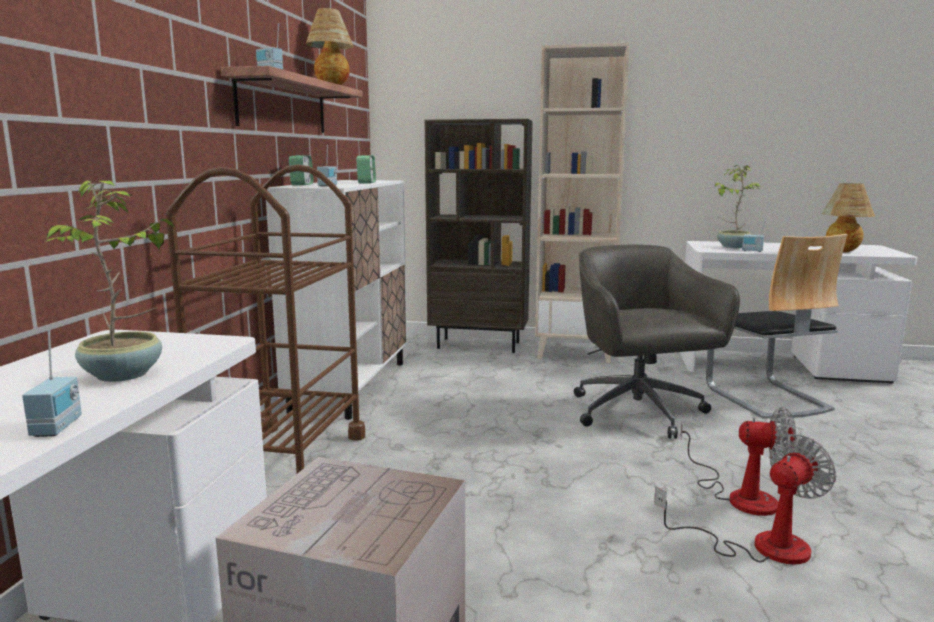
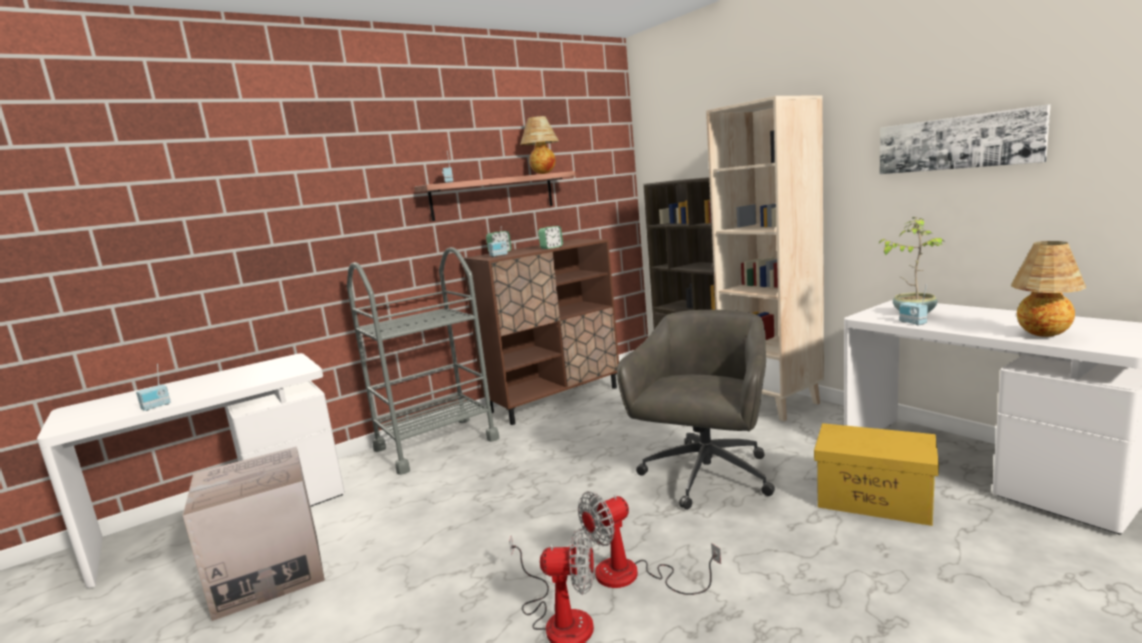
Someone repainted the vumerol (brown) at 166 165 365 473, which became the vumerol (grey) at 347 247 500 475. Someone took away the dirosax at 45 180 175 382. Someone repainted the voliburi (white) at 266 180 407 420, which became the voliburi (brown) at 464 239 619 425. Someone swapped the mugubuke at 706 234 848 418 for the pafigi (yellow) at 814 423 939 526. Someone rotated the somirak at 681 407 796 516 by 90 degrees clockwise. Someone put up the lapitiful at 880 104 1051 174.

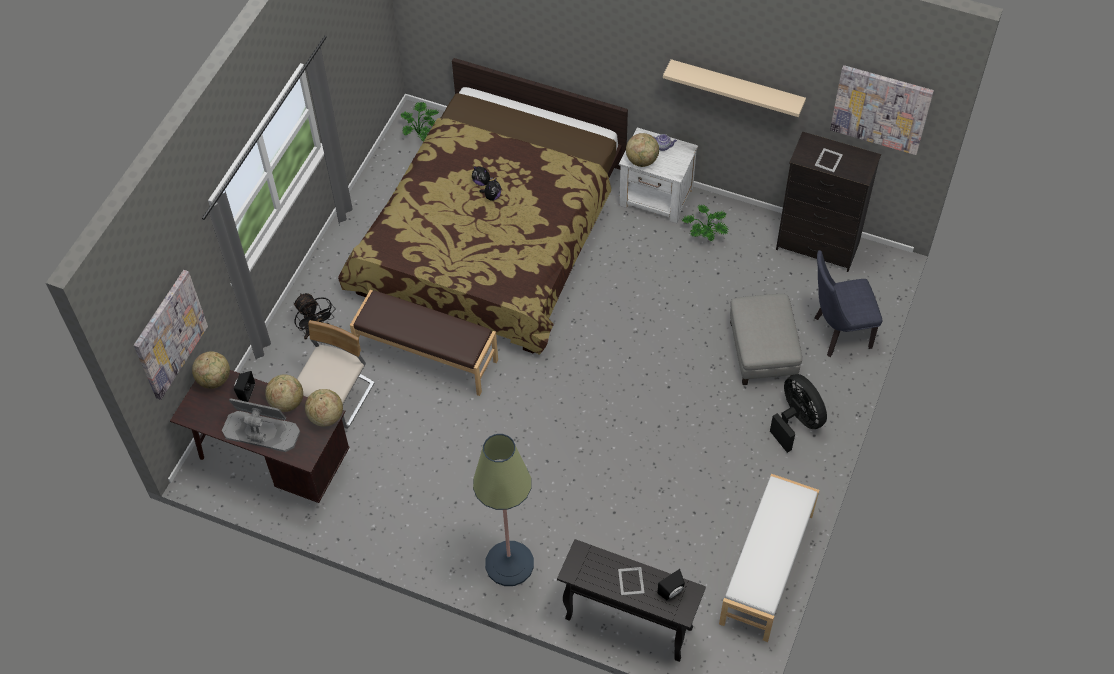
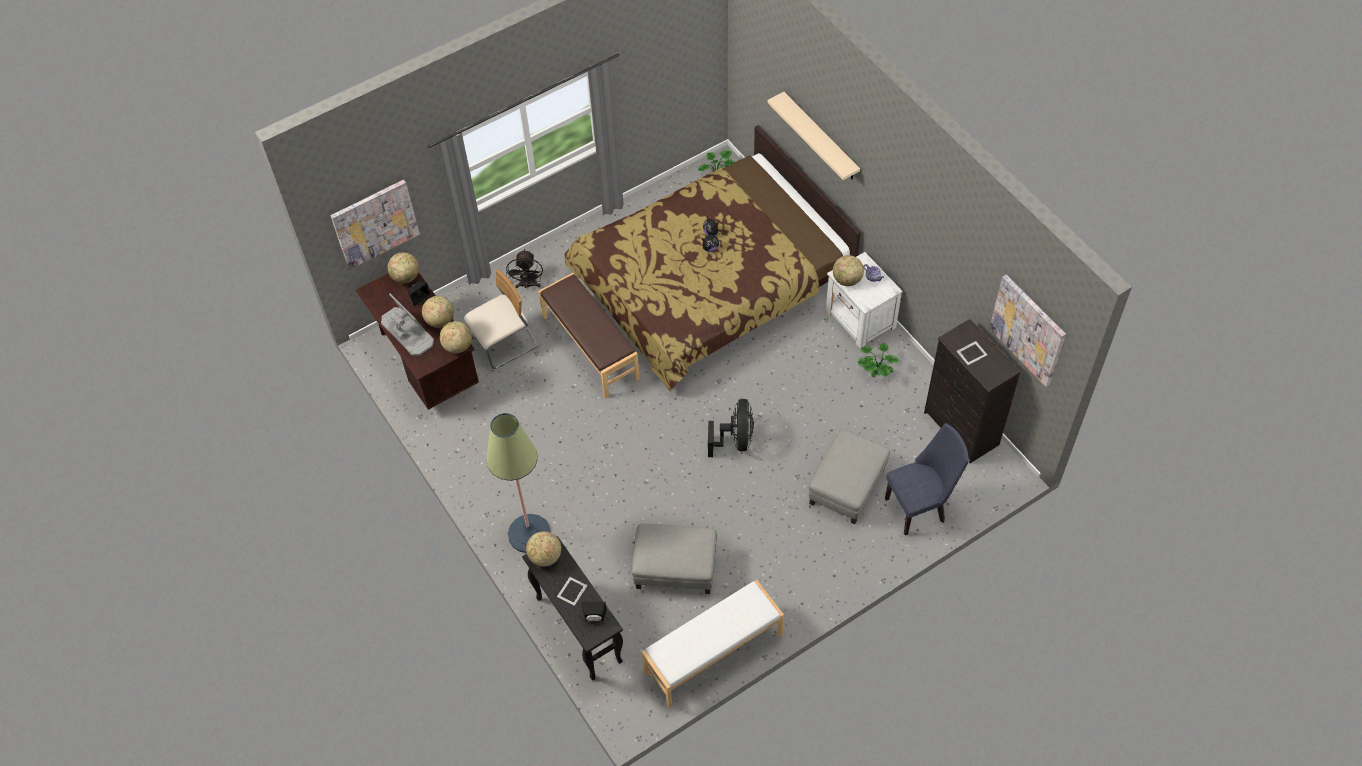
Someone carried the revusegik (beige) from 663 59 806 117 to 767 92 860 180. Someone rotated the mugubuke (blue) at 814 250 882 357 by 135 degrees clockwise. Someone carried the somirak (black) from 770 374 827 453 to 708 399 754 457. Someone put down the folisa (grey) at 632 524 717 594. Someone put down the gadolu at 526 531 561 567.

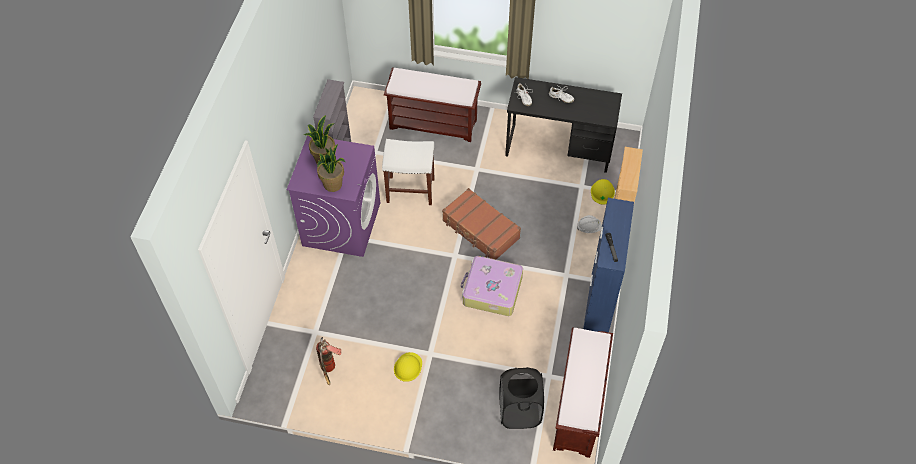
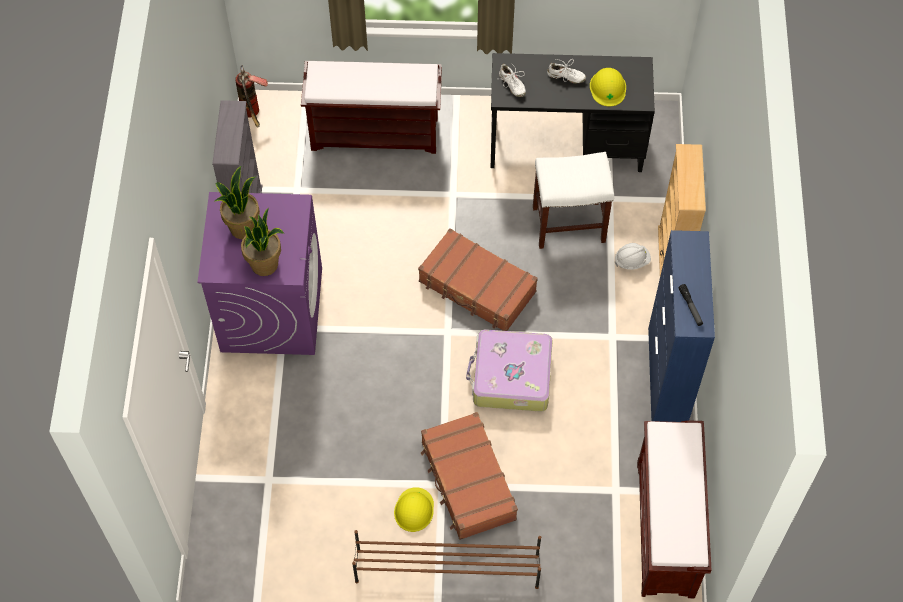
Someone carried the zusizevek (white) from 382 139 434 205 to 533 152 614 249. Someone carried the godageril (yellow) from 591 179 615 204 to 590 68 626 106. Someone carried the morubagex from 316 337 342 385 to 235 65 268 128. Someone took away the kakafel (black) at 500 367 544 429. Someone put down the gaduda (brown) at 421 412 518 540. Someone put down the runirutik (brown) at 352 530 541 589.

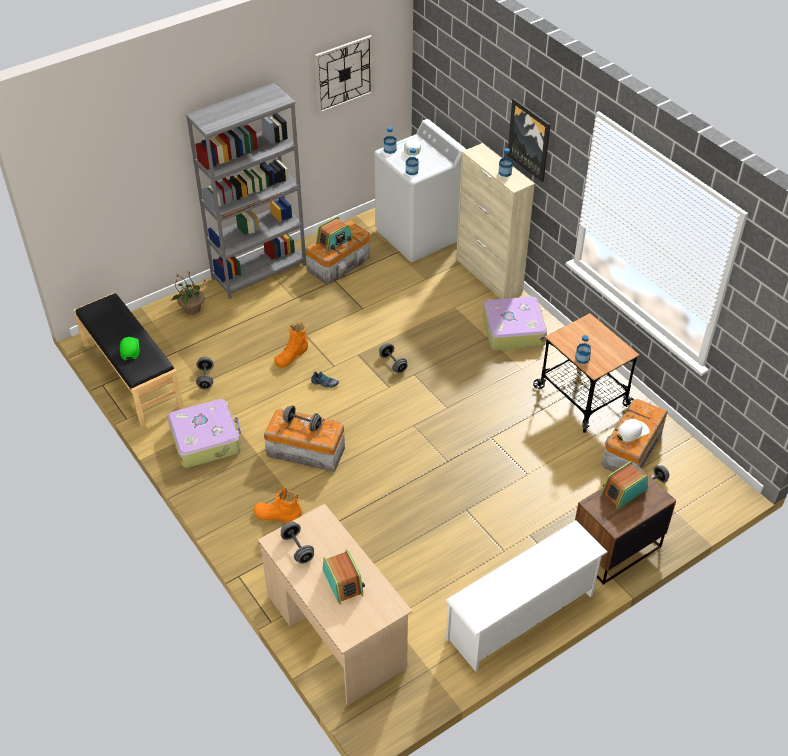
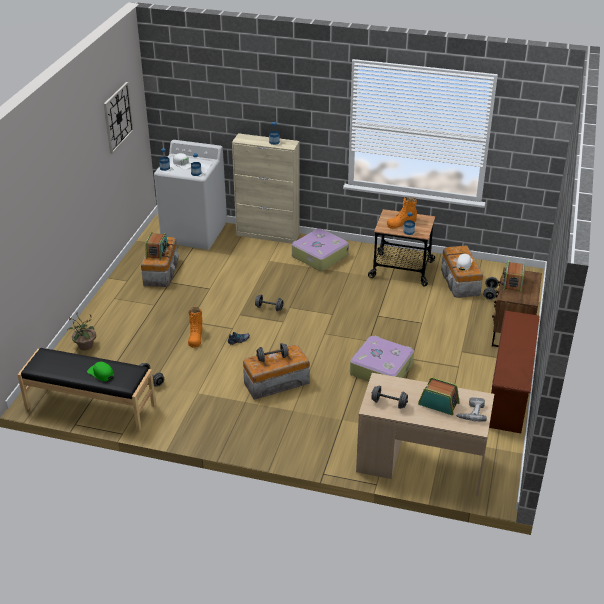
Someone took away the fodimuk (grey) at 186 83 306 299. Someone took away the lapitiful at 507 98 550 182. Someone carried the gaduda from 167 399 241 468 to 350 336 414 382. Someone carried the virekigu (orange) from 254 488 302 523 to 387 197 417 229. Someone repainted the runirutik (white) at 445 520 608 672, which became the runirutik (brown) at 489 310 539 433. Someone put down the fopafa at 456 397 487 422.

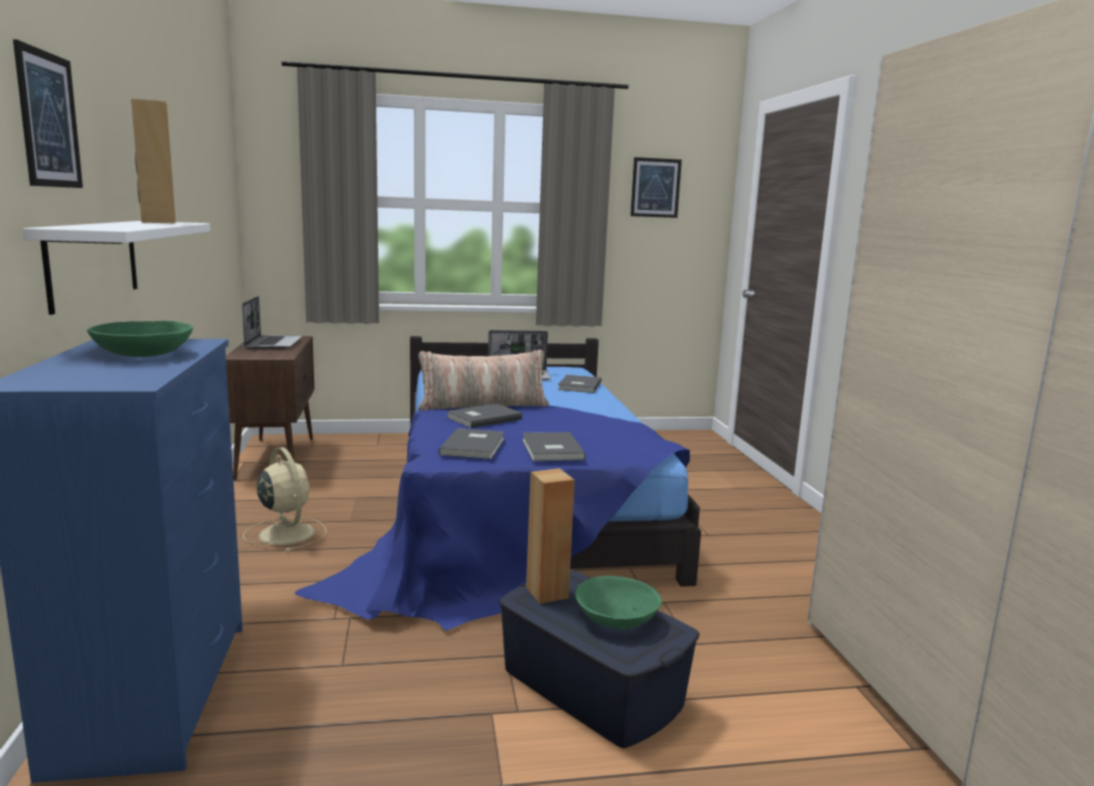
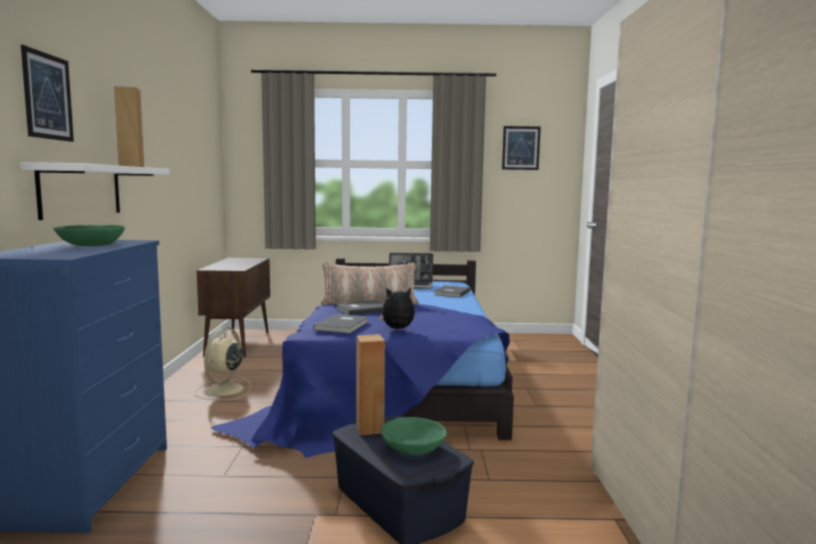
Someone took away the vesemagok at 242 296 302 349. Someone swapped the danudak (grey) at 522 432 586 461 for the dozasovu at 379 287 415 329. Someone rotated the somirak (beige) at 243 447 327 552 by 135 degrees counterclockwise.

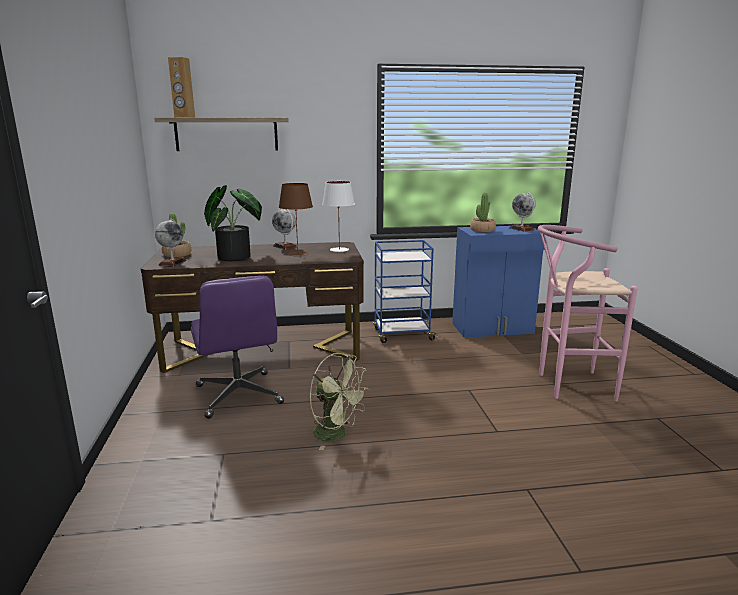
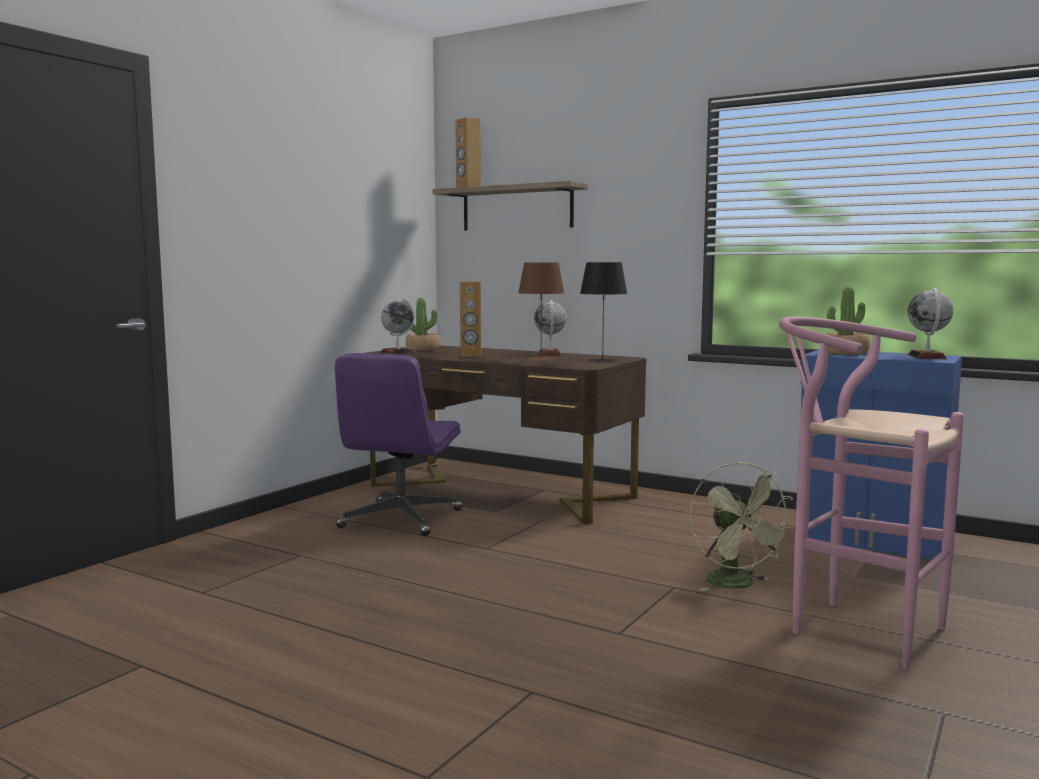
Someone repainted the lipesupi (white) at 322 181 355 252, which became the lipesupi (black) at 580 262 627 362. Someone swapped the dirosax at 204 185 262 261 for the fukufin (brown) at 460 281 481 357. Someone took away the vumerol (blue) at 373 240 438 343. Someone carried the somirak (green) from 310 353 369 450 to 690 462 794 591.

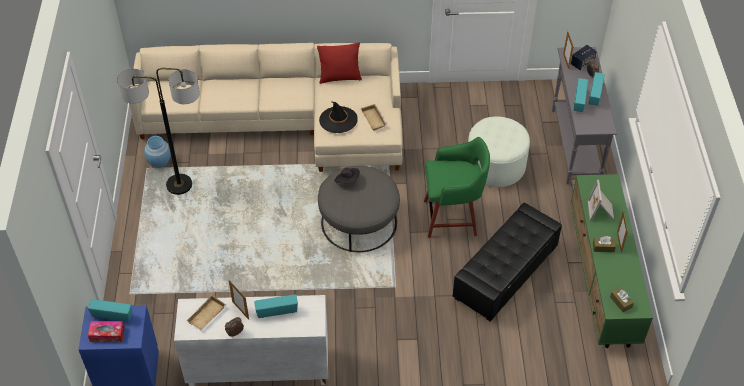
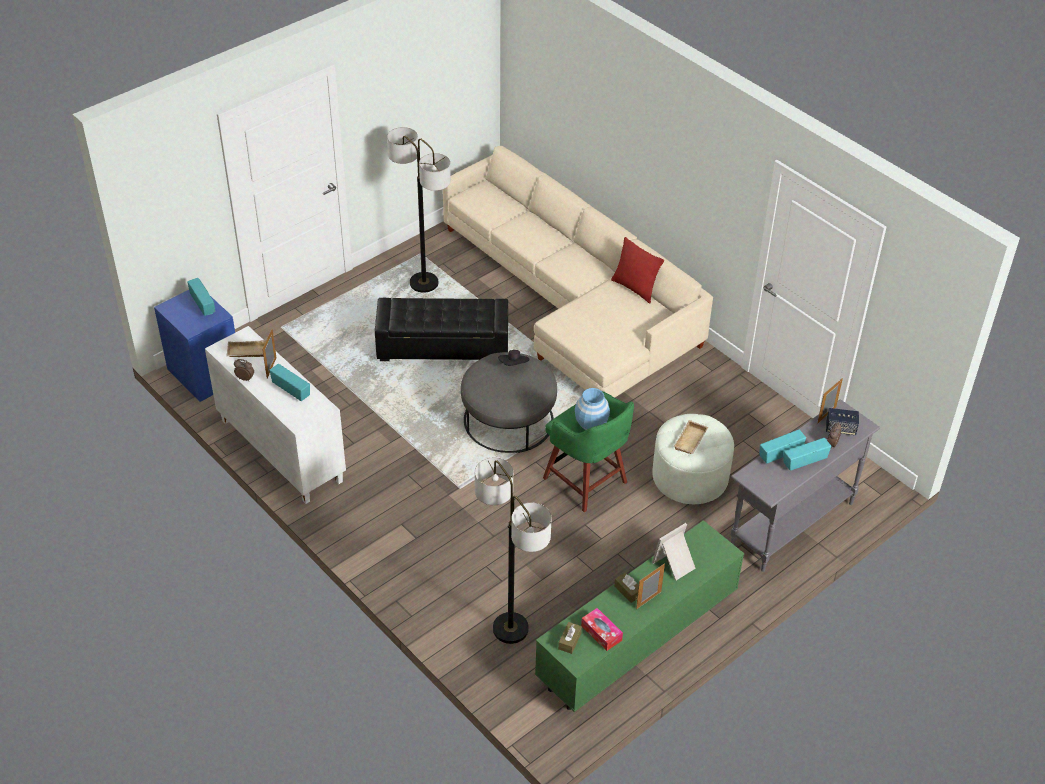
Someone took away the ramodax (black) at 319 102 358 133. Someone carried the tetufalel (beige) from 360 104 387 131 to 674 420 708 454. Someone carried the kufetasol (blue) from 144 136 171 168 to 575 388 610 430. Someone carried the folisa (black) from 453 203 562 321 to 375 298 508 361. Someone carried the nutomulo from 88 321 125 342 to 581 608 623 651. Someone put down the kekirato at 475 458 551 644.

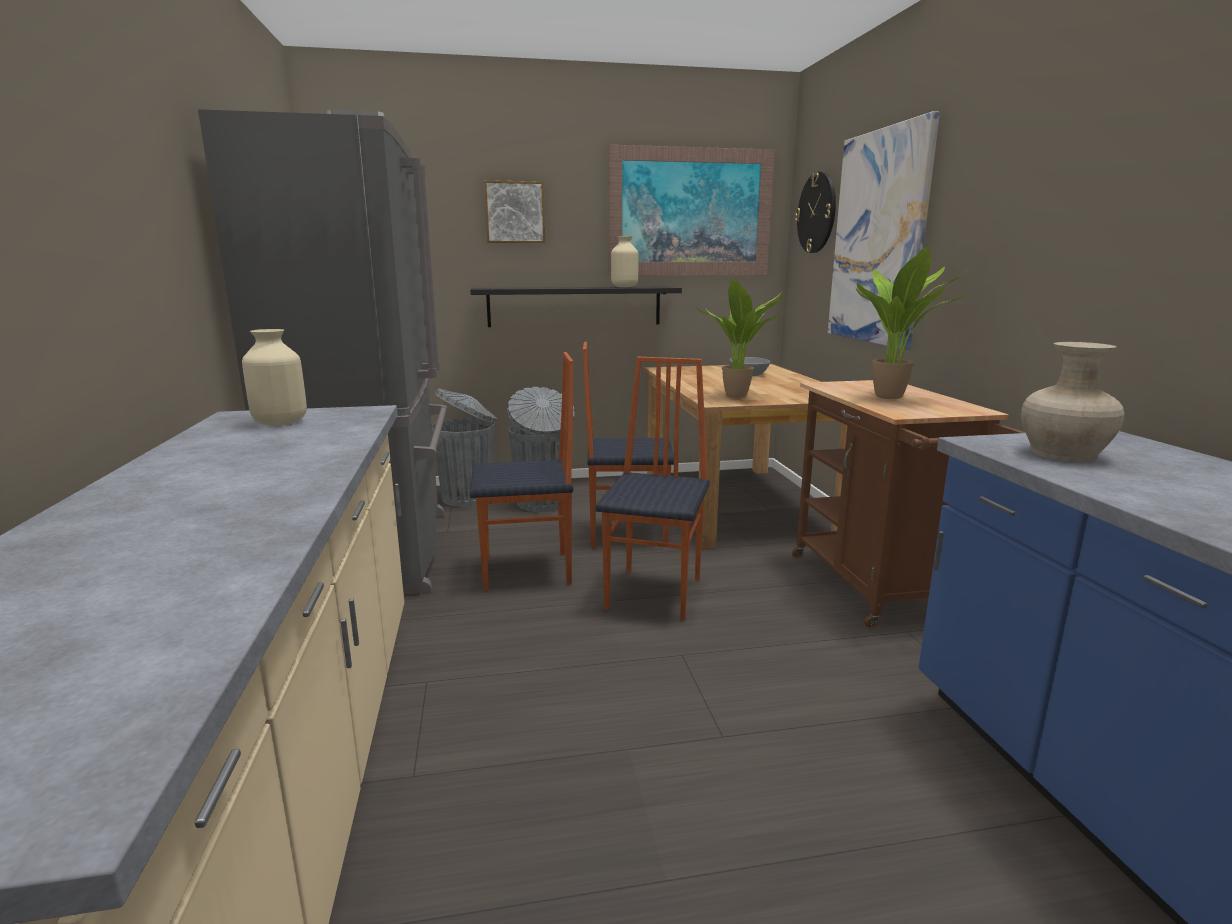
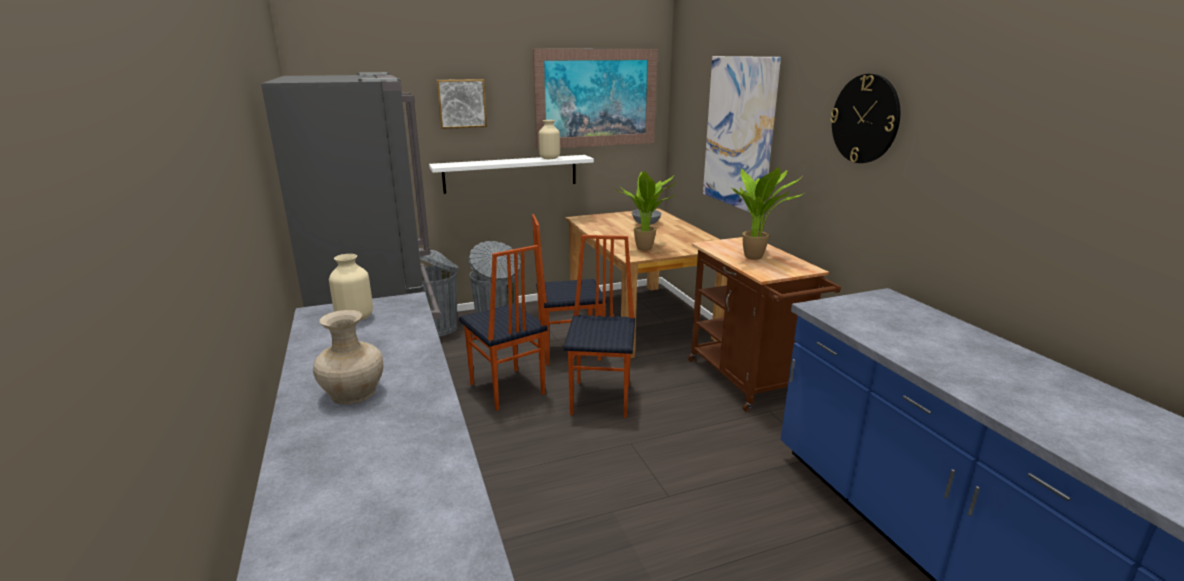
Someone carried the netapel from 795 172 836 253 to 830 74 900 163. Someone repainted the revusegik (black) at 470 286 682 327, which became the revusegik (white) at 429 155 594 194. Someone carried the kufetasol (beige) from 1021 342 1124 462 to 313 310 383 405. Someone rotated the mugubuke at 470 352 573 591 by 75 degrees clockwise.

